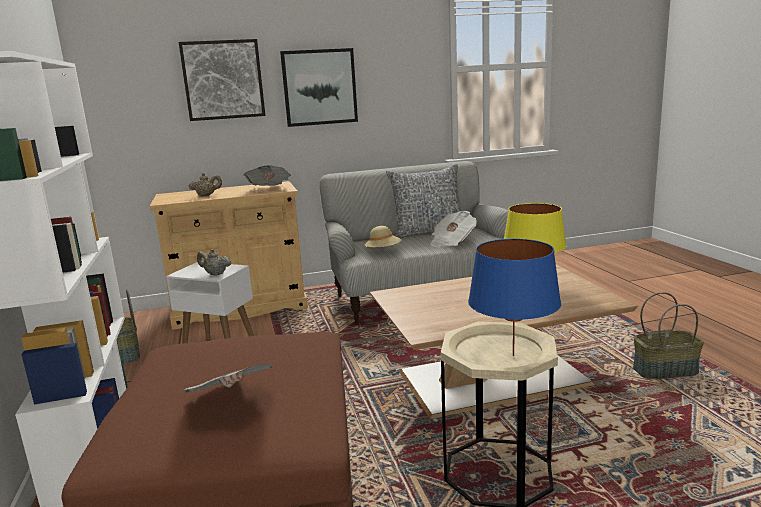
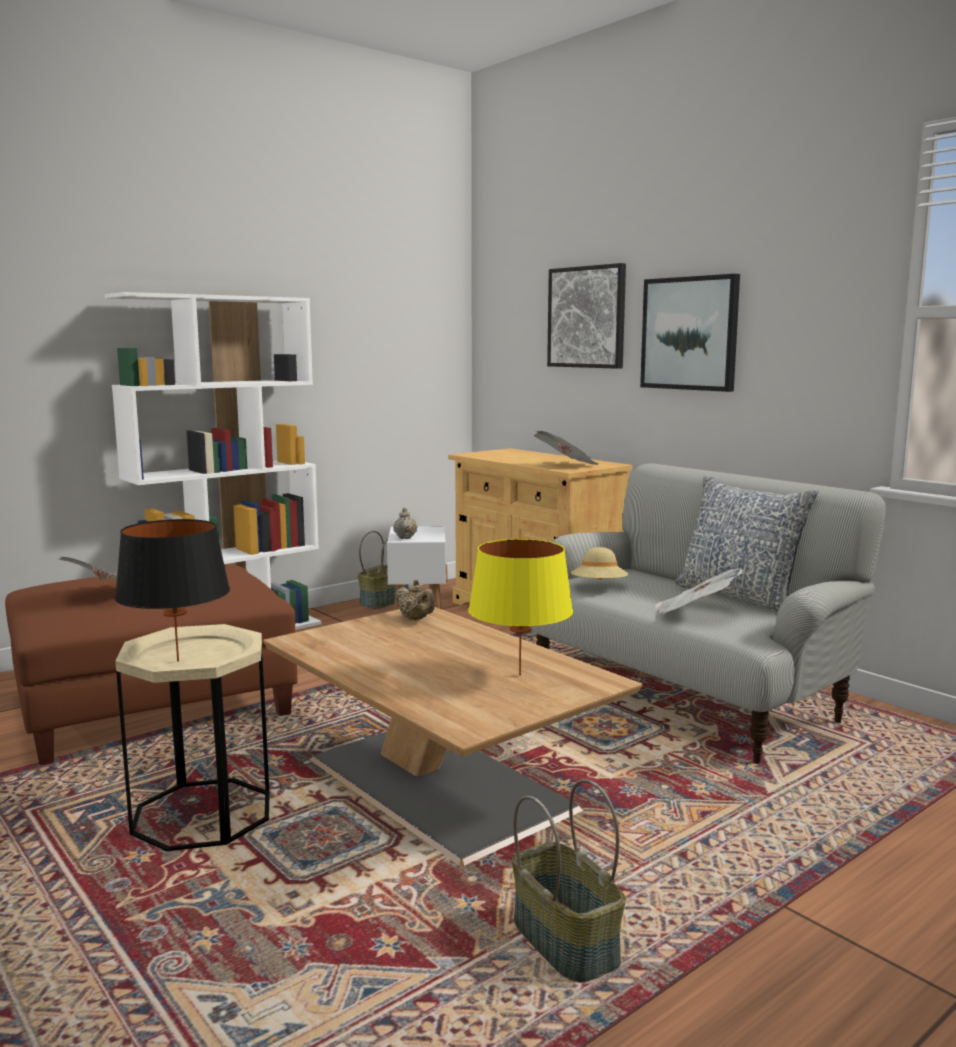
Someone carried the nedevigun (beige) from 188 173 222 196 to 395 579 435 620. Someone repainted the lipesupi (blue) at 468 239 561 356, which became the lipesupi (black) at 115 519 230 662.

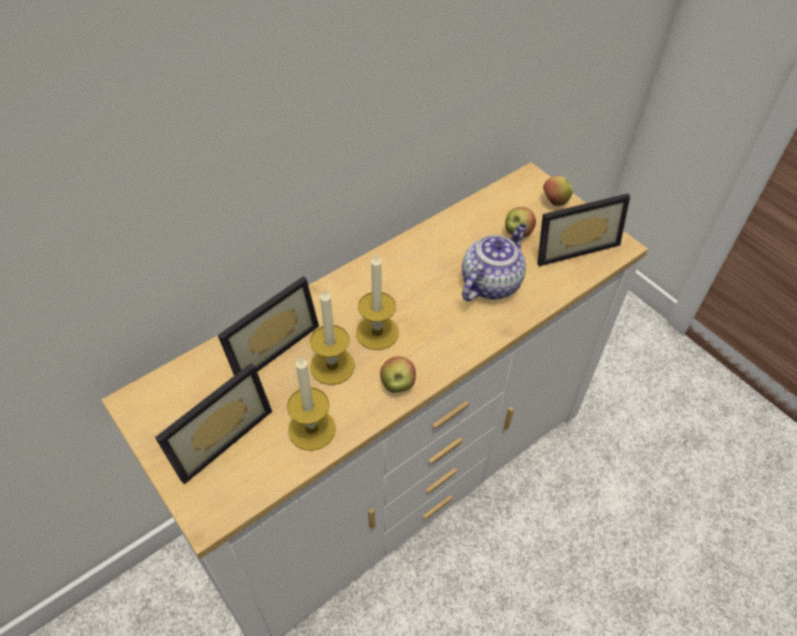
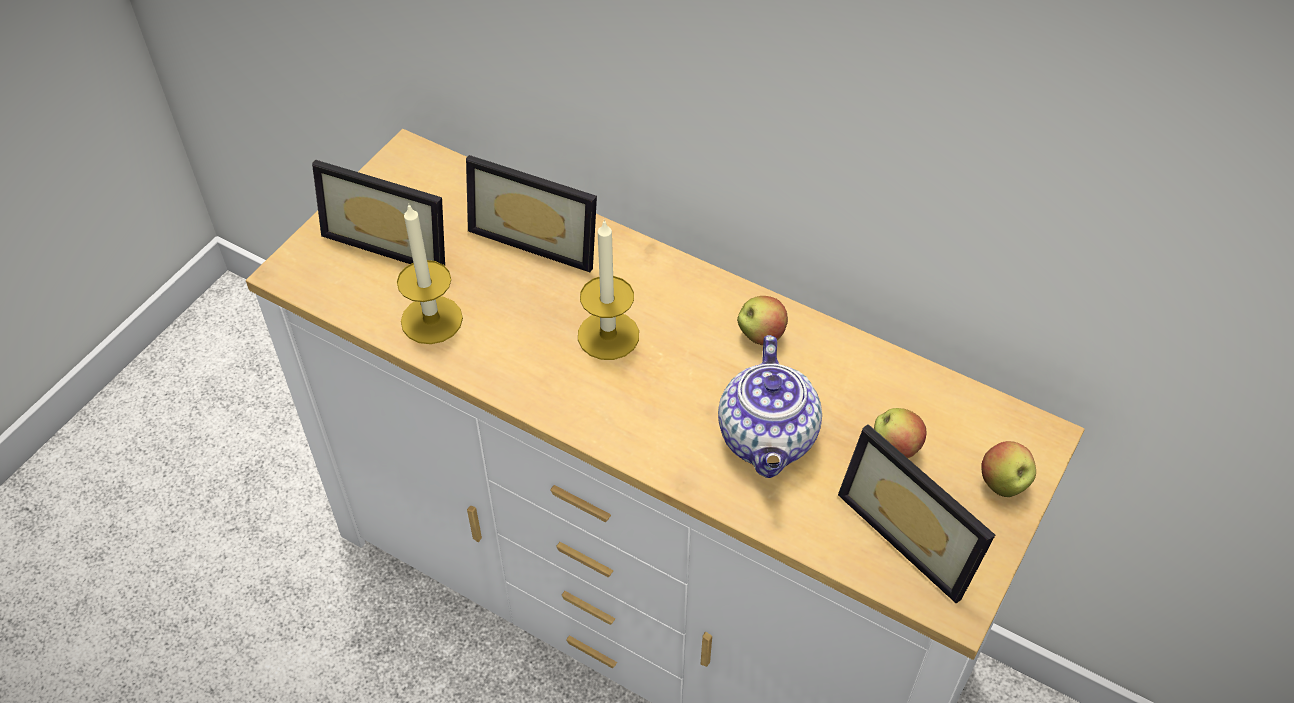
Someone rotated the nedevigun at 462 223 527 301 by 75 degrees clockwise. Someone took away the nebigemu at 310 288 355 385. Someone carried the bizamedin from 380 356 416 393 to 737 296 788 345.

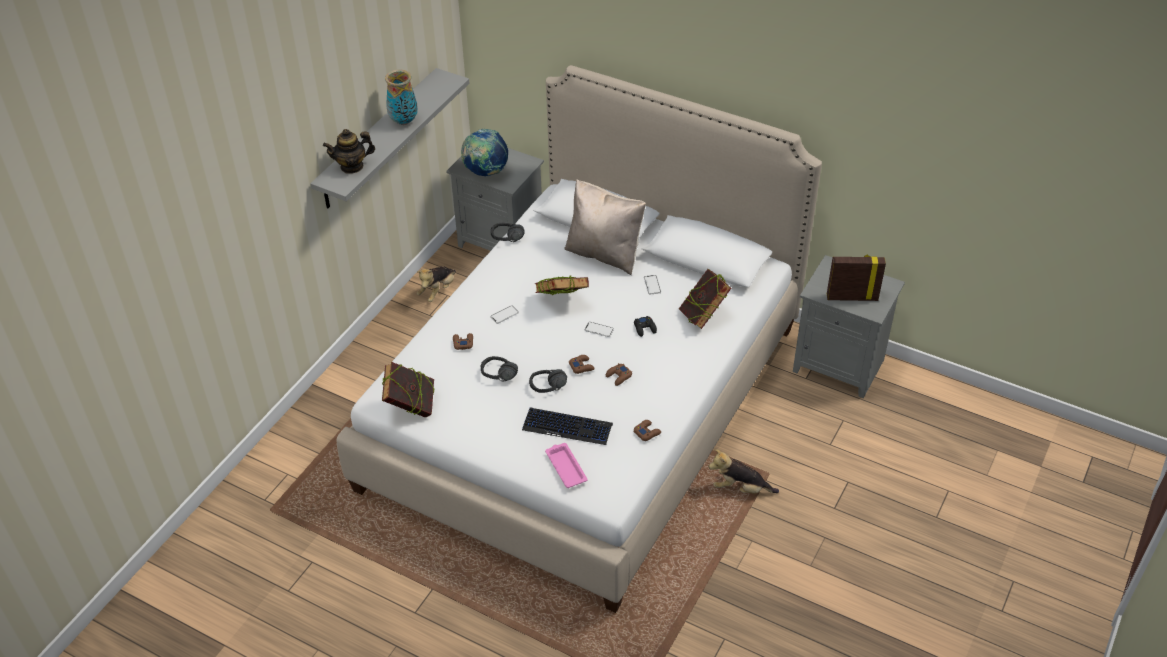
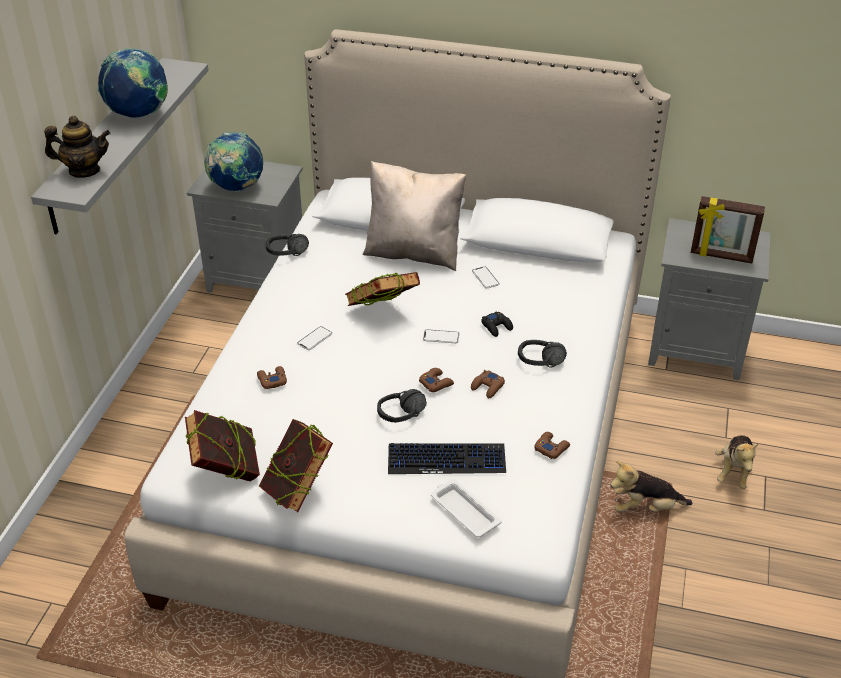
Someone swapped the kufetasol at 385 70 418 125 for the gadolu at 98 48 168 118. Someone rotated the nedevigun at 323 129 375 174 by 150 degrees counterclockwise. Someone rotated the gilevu at 827 255 886 301 by 150 degrees counterclockwise. Someone carried the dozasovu from 417 266 456 302 to 715 435 759 489. Someone carried the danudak from 679 269 731 329 to 259 419 333 512. Someone carried the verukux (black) from 481 356 518 381 to 518 340 567 368. Someone repainted the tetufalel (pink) at 545 443 588 488, which became the tetufalel (white) at 431 479 502 538.

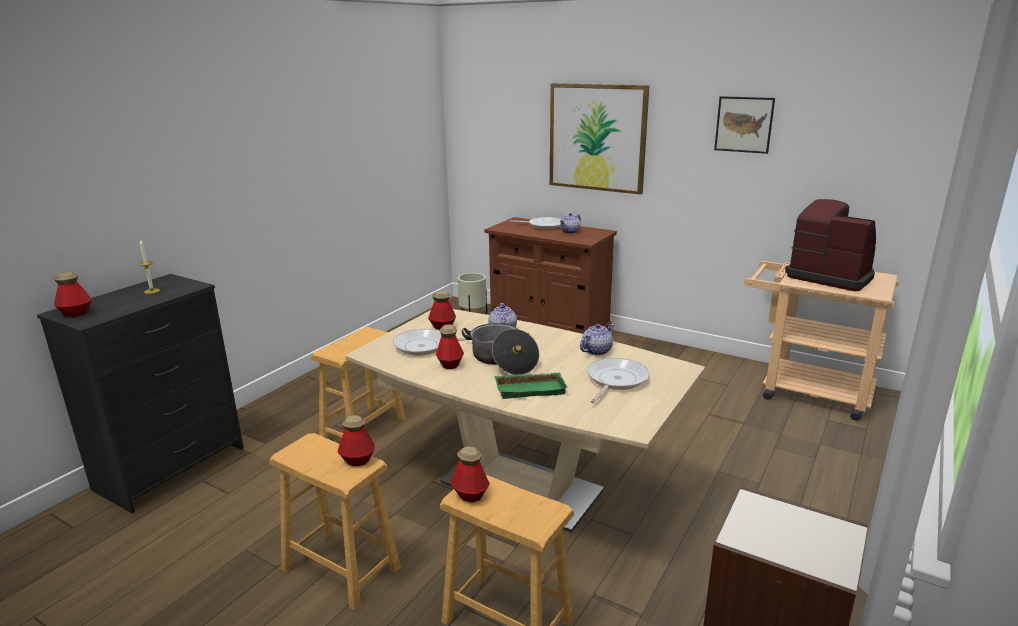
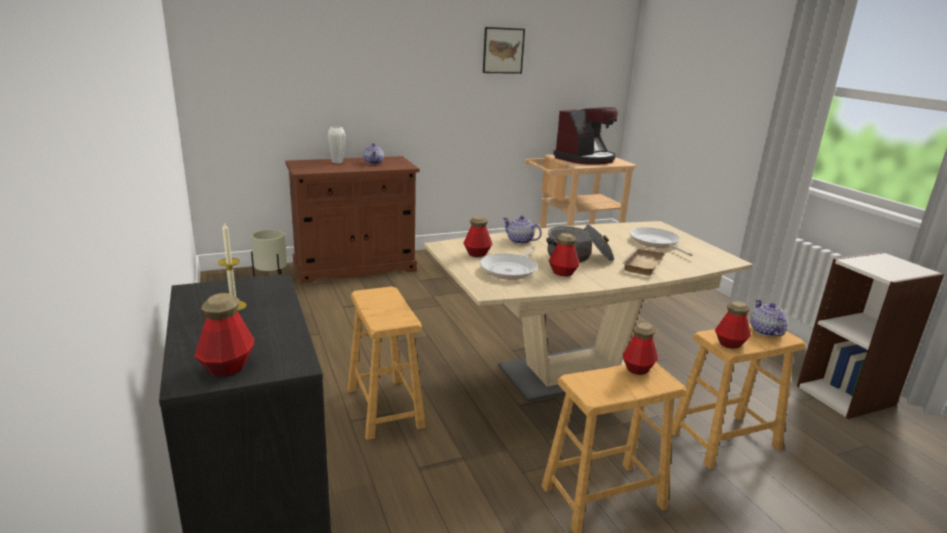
Someone took away the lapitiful at 550 83 649 195. Someone rotated the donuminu at 785 199 876 291 by 150 degrees clockwise. Someone swapped the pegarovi at 510 217 562 230 for the kufetasol (white) at 327 127 346 164. Someone carried the nedevigun from 580 324 615 356 to 750 299 787 336. Someone repainted the tetufalel (green) at 495 373 568 399, which became the tetufalel (beige) at 622 248 665 276.

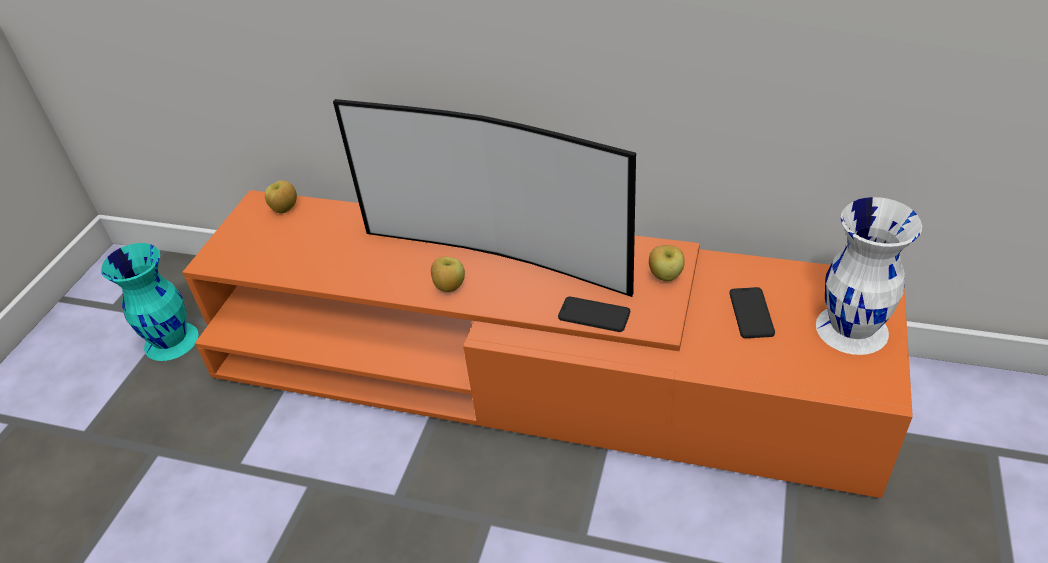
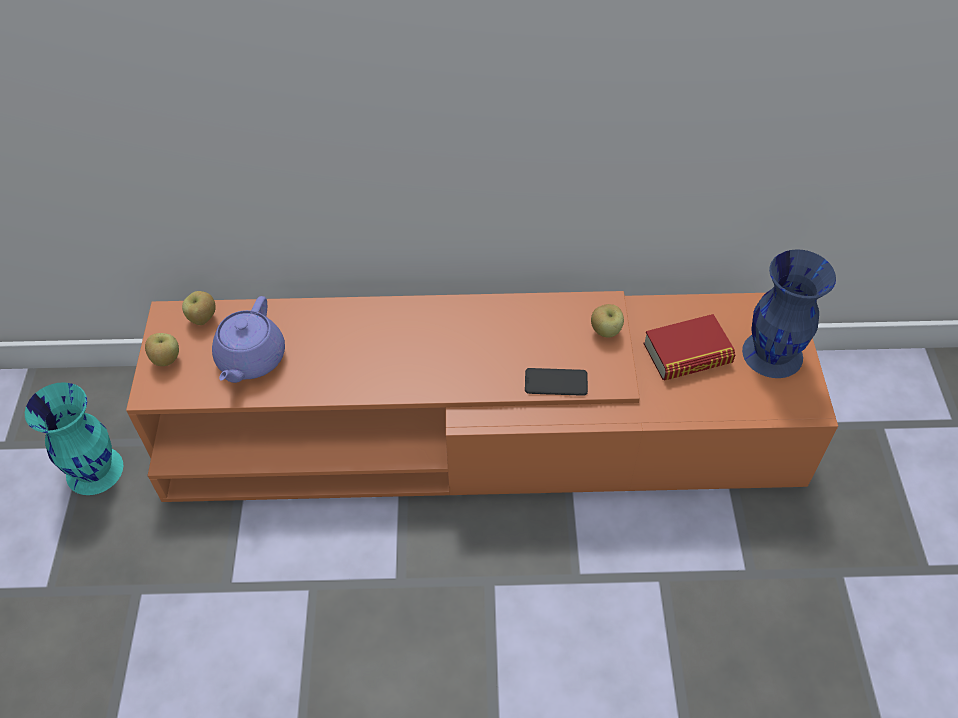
Someone took away the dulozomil at 333 99 636 297. Someone repainted the kufetasol (white) at 816 197 922 355, which became the kufetasol (blue) at 742 249 836 378. Someone carried the bizamedin from 431 257 465 292 to 145 333 179 366. Someone swapped the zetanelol at 729 287 775 338 for the danudak at 643 314 735 380. Someone put down the nedevigun (purple) at 212 296 285 383.

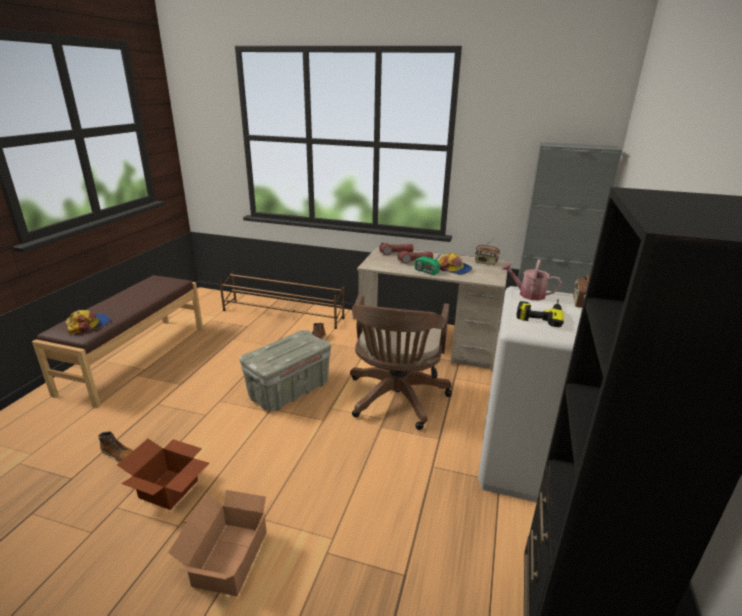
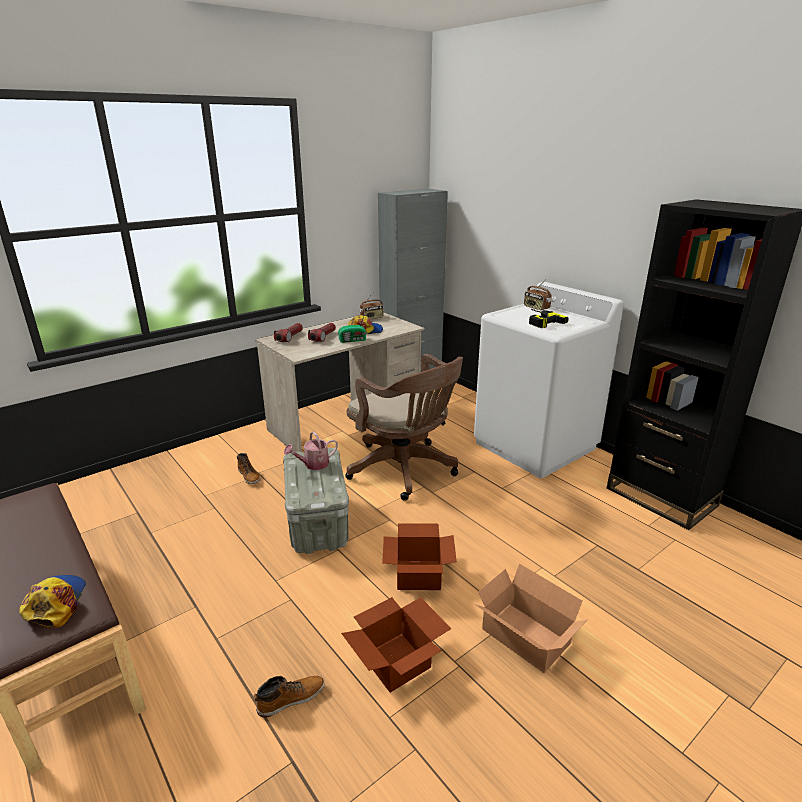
Someone carried the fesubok from 502 259 562 301 to 284 431 338 470. Someone took away the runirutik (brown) at 219 269 345 329. Someone put down the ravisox at 382 523 457 590.

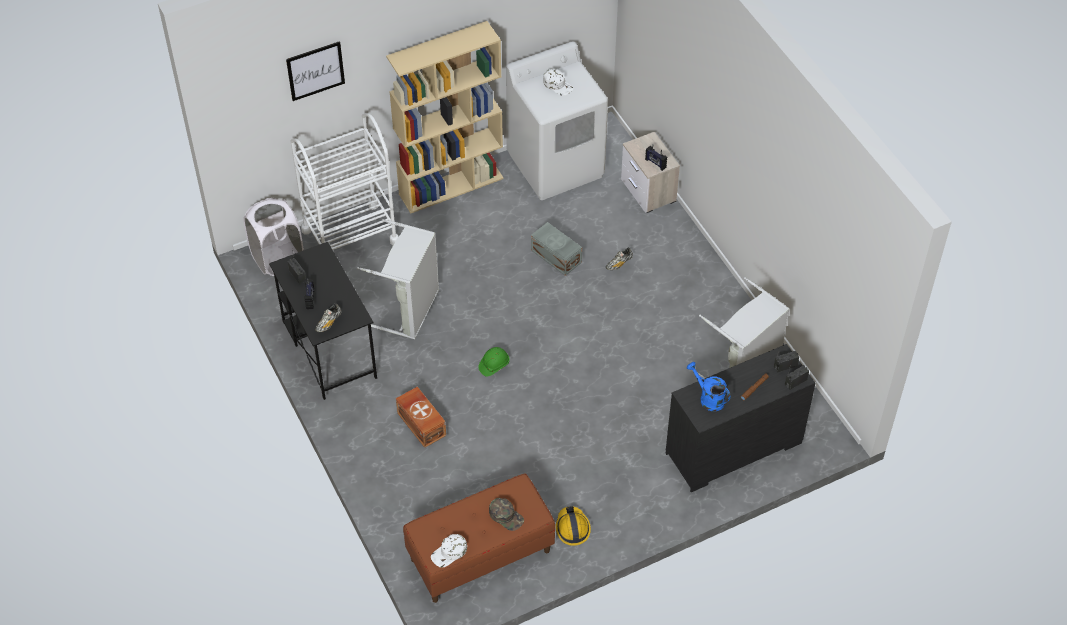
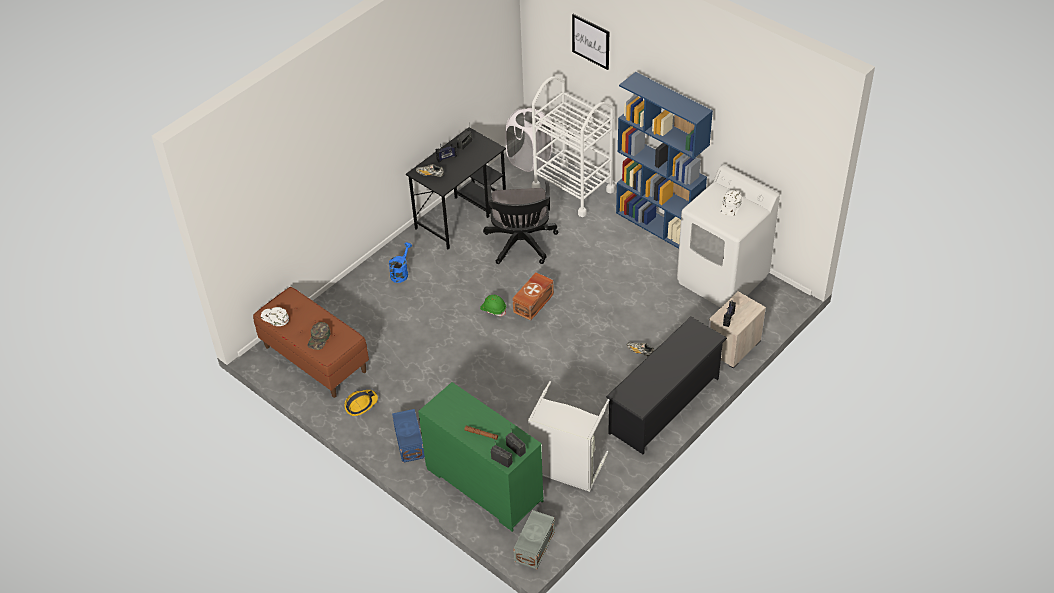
Someone repainted the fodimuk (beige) at 386 21 504 213, which became the fodimuk (blue) at 616 72 713 249. Someone swapped the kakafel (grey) at 357 219 439 339 for the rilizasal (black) at 483 181 558 264. Someone carried the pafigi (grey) from 531 222 582 276 to 513 510 555 569. Someone repainted the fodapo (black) at 666 344 815 492, which became the fodapo (green) at 418 382 544 532. Someone carried the fesubok (blue) from 686 362 731 411 to 389 242 412 283. Someone carried the pafigi (brown) from 396 387 446 448 to 513 272 554 321. Someone put down the runirutik (black) at 606 317 727 454. Someone put down the pafigi (blue) at 392 409 425 463.

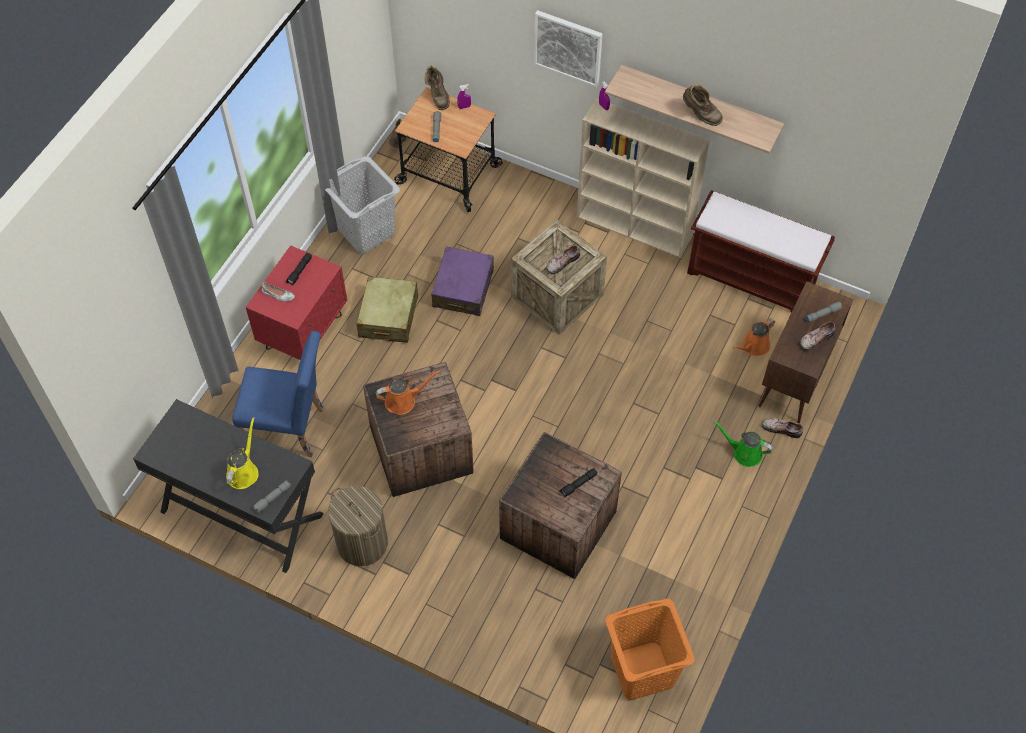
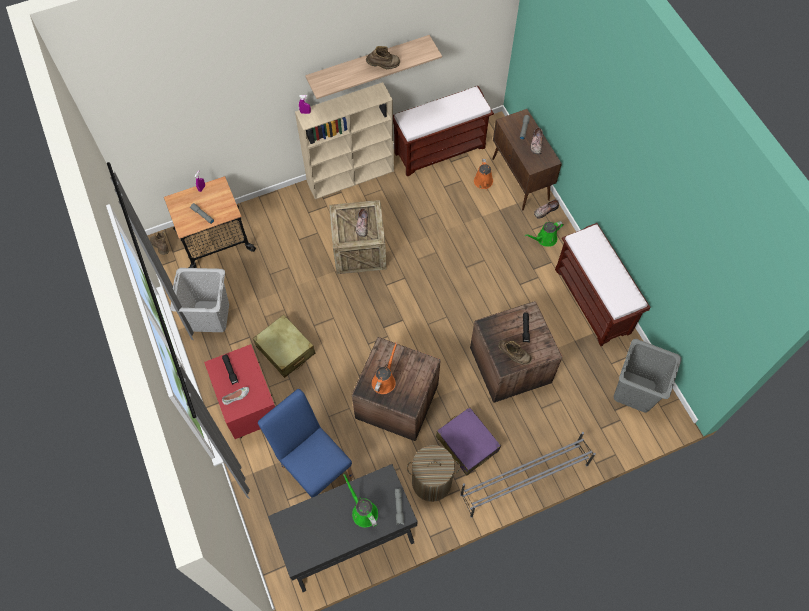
Someone took away the lapitiful at 534 10 602 87. Someone carried the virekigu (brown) from 425 66 450 110 to 498 340 532 365. Someone carried the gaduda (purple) from 432 246 494 316 to 436 407 501 476. Someone rotated the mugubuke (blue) at 232 331 323 457 by 90 degrees counterclockwise. Someone repainted the fesubok (yellow) at 226 417 258 489, which became the fesubok (green) at 343 474 378 527. Someone repainted the kakafel (orange) at 605 599 695 700, which became the kakafel (grey) at 613 339 682 413. Someone put down the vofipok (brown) at 555 223 651 346. Someone put down the runirutik (grey) at 460 432 596 518.

